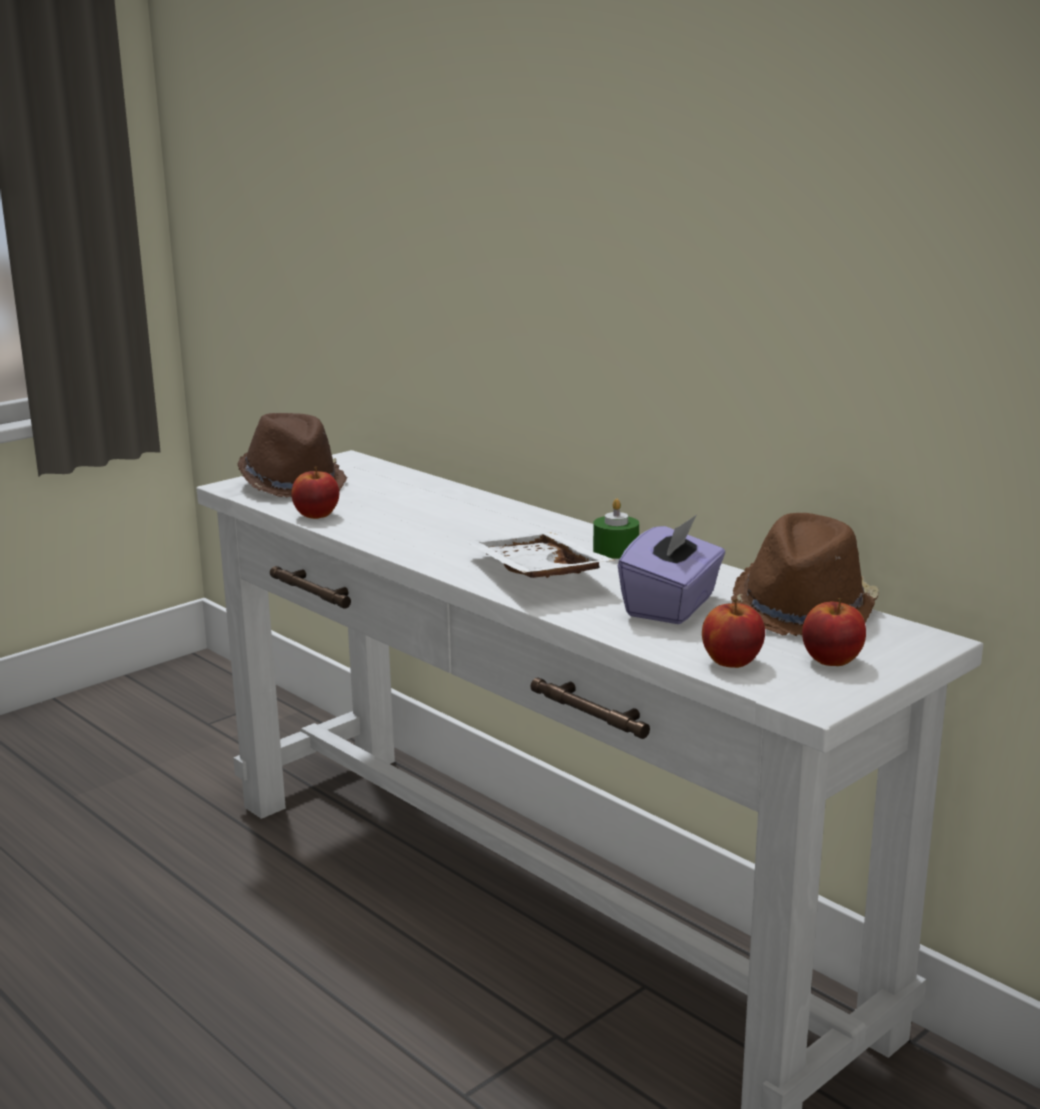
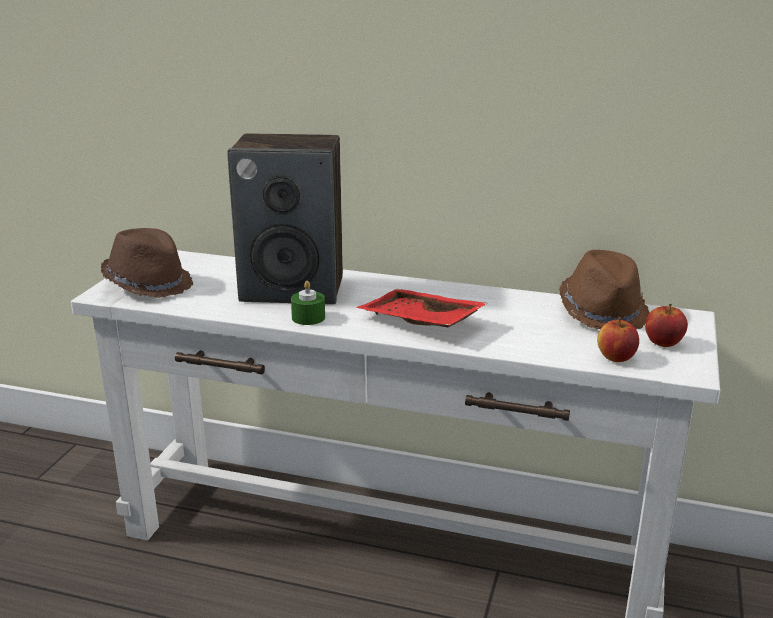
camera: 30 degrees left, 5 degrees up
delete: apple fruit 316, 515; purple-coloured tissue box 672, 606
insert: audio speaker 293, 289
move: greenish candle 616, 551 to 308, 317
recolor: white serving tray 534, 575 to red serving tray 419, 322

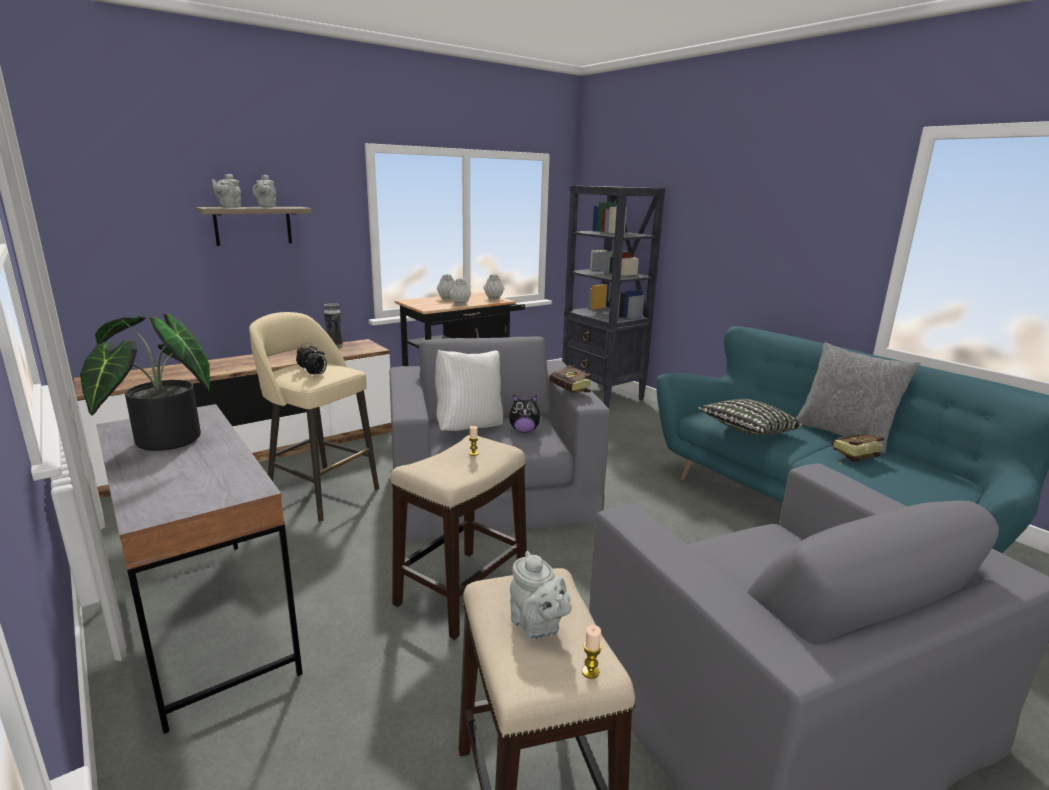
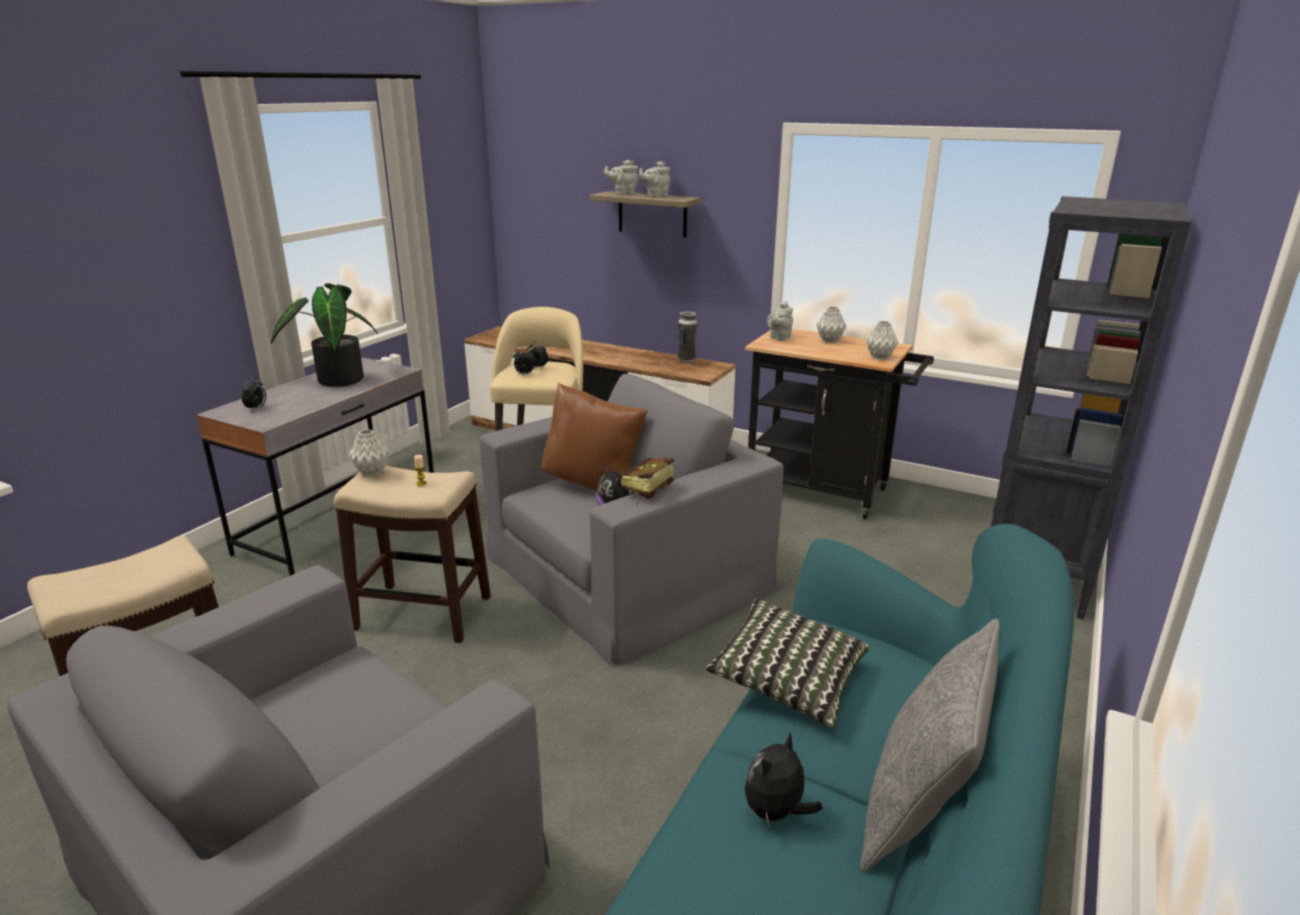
camera: 65 degrees right, 5 degrees up
delete: candle 590, 672
insert: bedside clock 256, 408
move: gray decorative vase 460, 304 to 371, 472; gray pot for tea 537, 627 to 779, 338
replace: volume 851, 458 to plush toy 776, 812
recolor: white pillow 469, 427 to brown pillow 593, 484

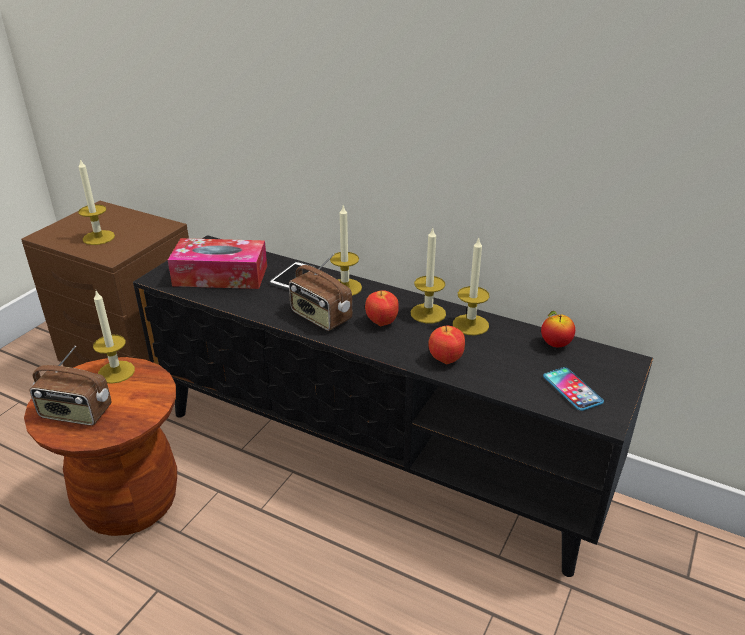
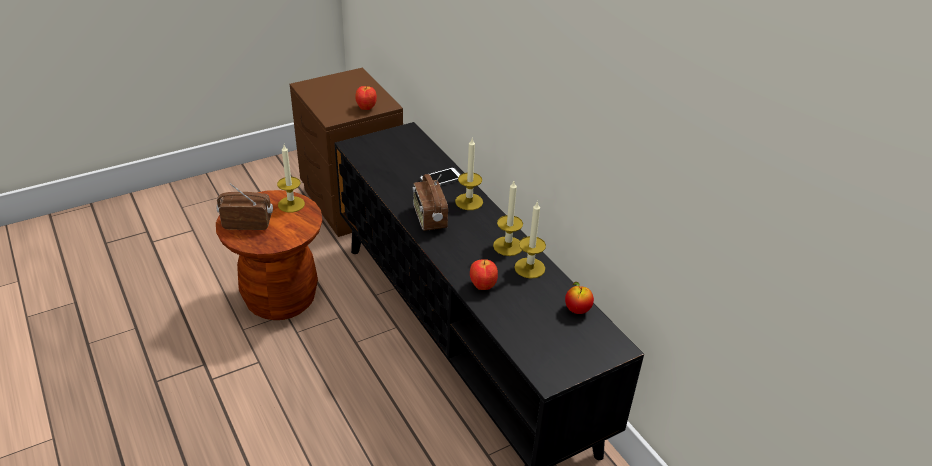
camera: 30 degrees right, 5 degrees up
delete: candle 98, 237; tissue box 220, 276; phone 572, 389
move: apple fruit 381, 323 to 366, 108
rotate: radio set 75, 414 = 248, 223 135 degrees clockwise

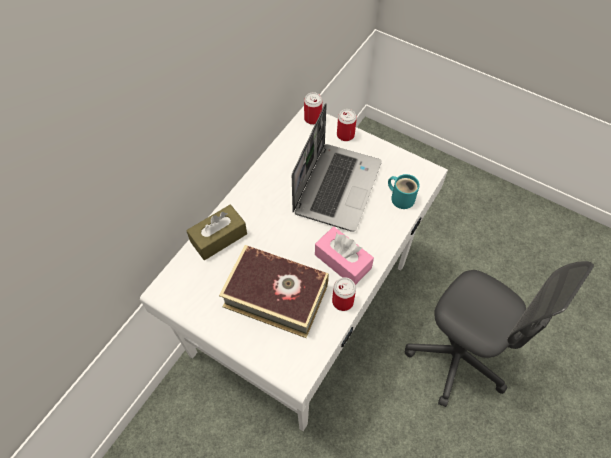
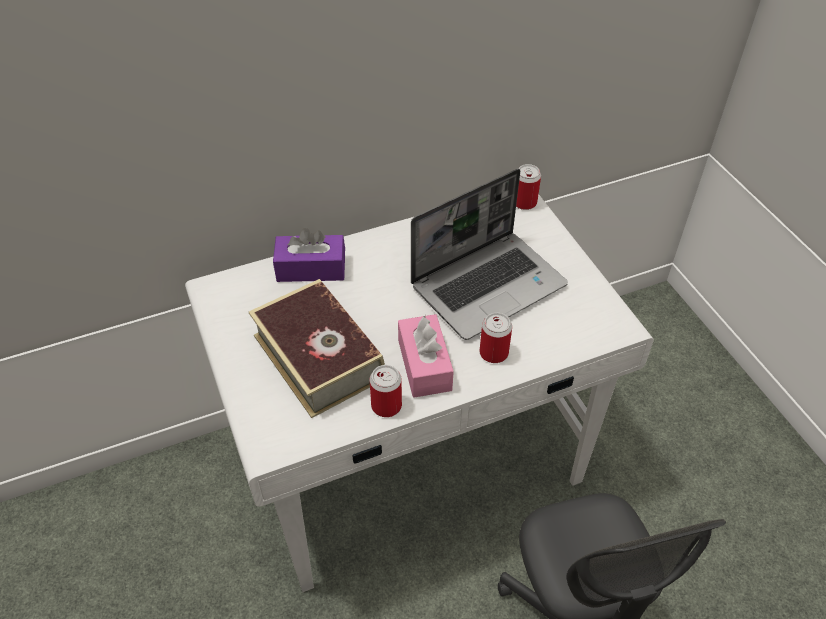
camera: 35 degrees right, 10 degrees down
delete: turquoise-coloured coffee mug 401, 197
move: sealed can 345, 135 to 493, 353
recolor: brown tissue box 218, 238 to purple-coloured tissue box 311, 268

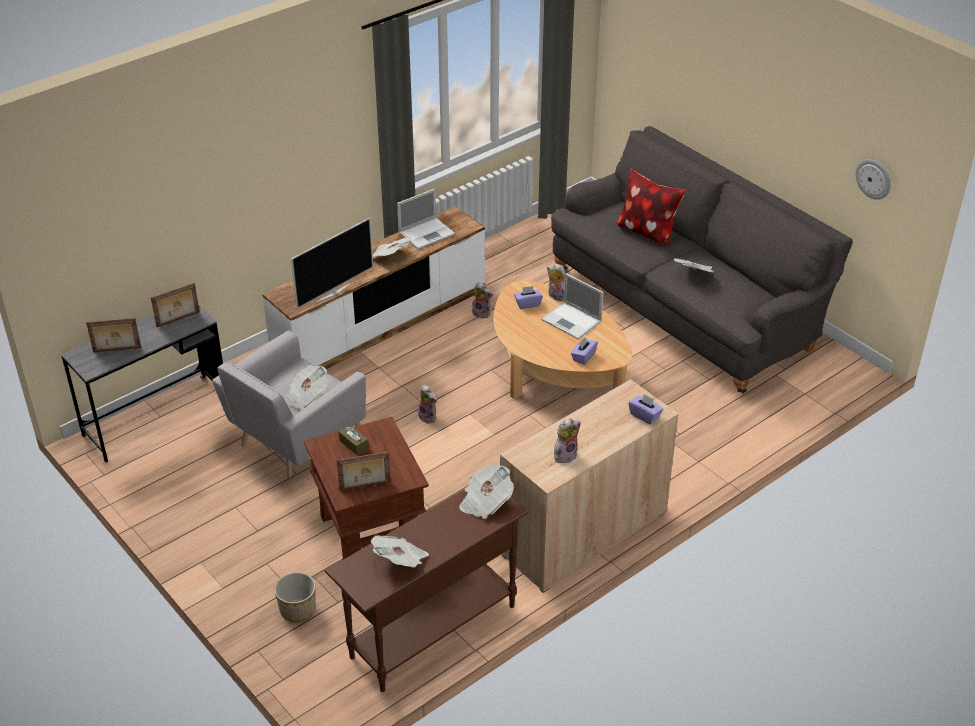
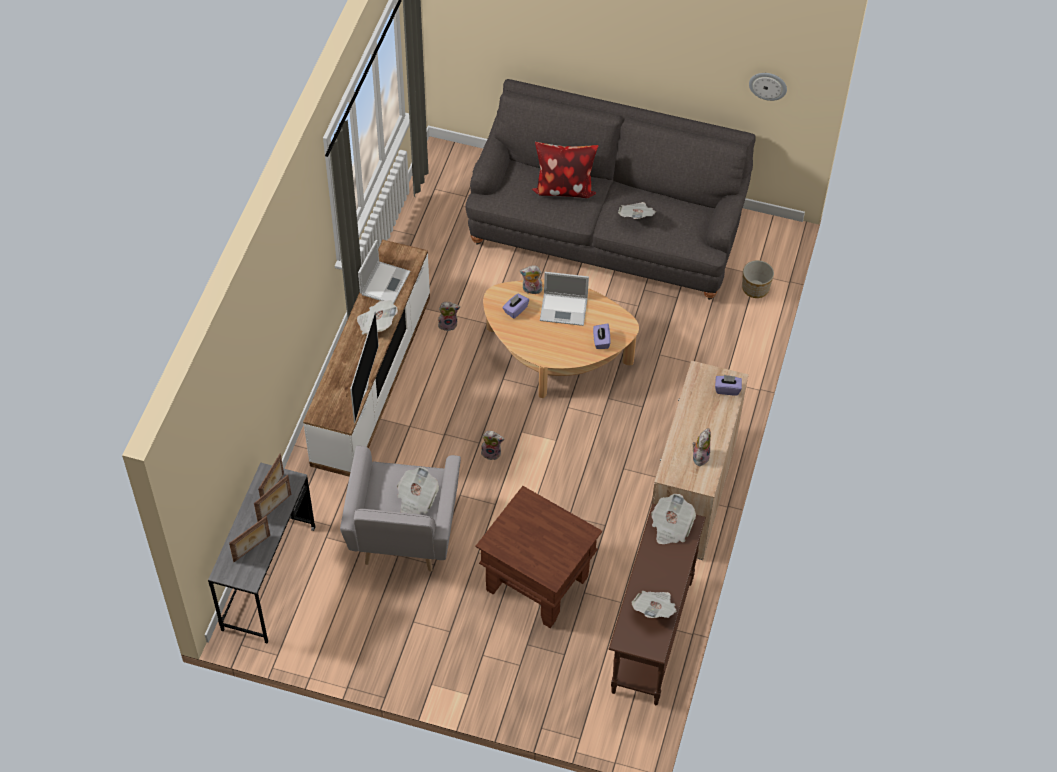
camera: 35 degrees left, 15 degrees up
delete: brown tissue box 354, 444
move: standing frame 365, 486 to 275, 508; plant pot 298, 610 to 755, 288

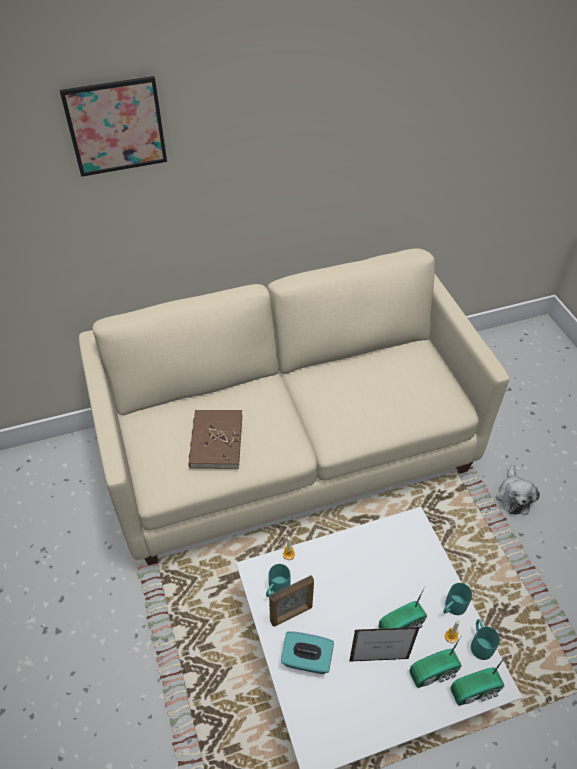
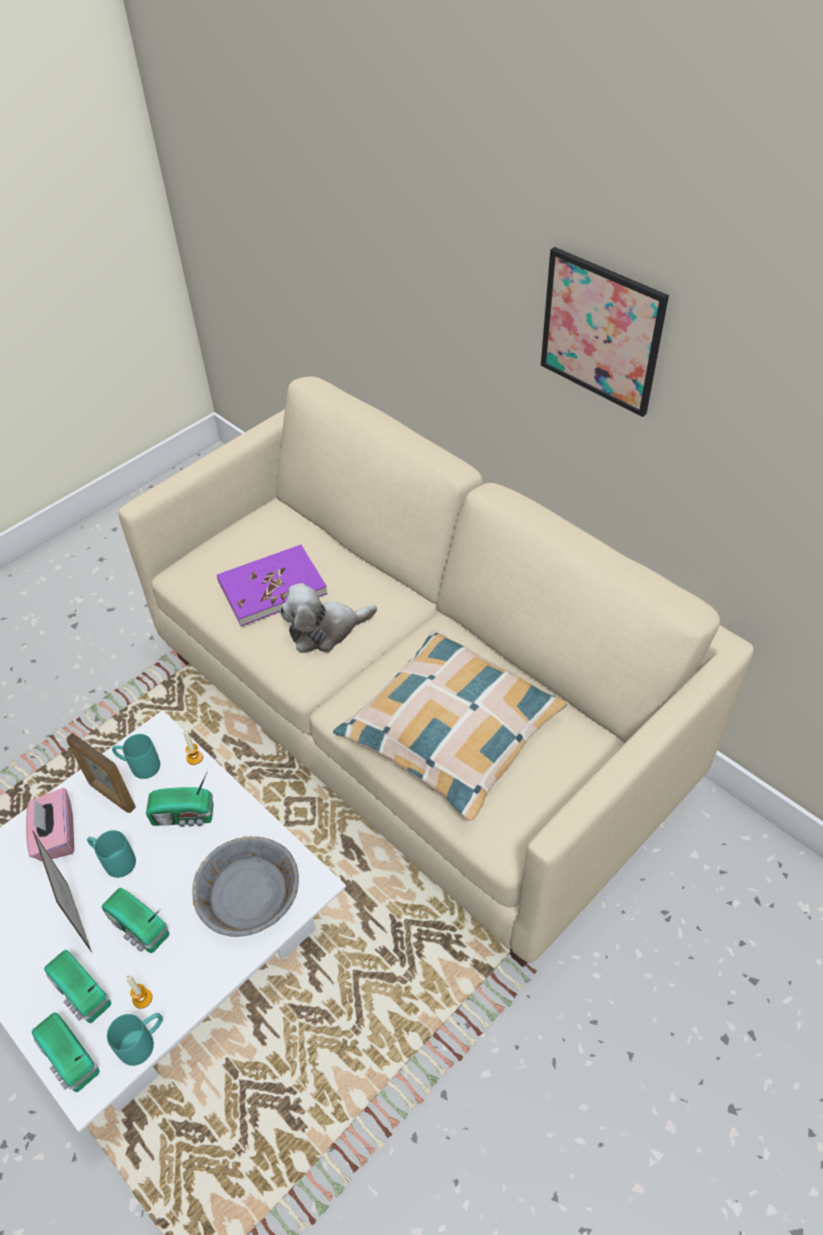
camera: 65 degrees right, 0 degrees up
insert: radio set 185, 816; gray deep dish 249, 895; pillow 451, 731
move: turquoise-coloured coffee mug 452, 608 to 114, 861; plush toy 513, 496 to 325, 630; wall picture 116, 126 to 601, 332
recolor: turquoise-coloured tissue box 306, 660 to pink tissue box 56, 836; brown volume 216, 441 to purple-coloured volume 272, 588

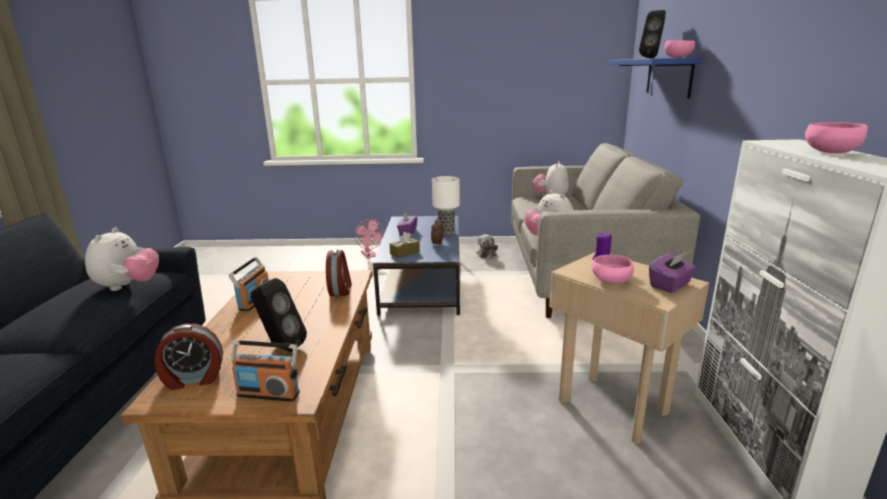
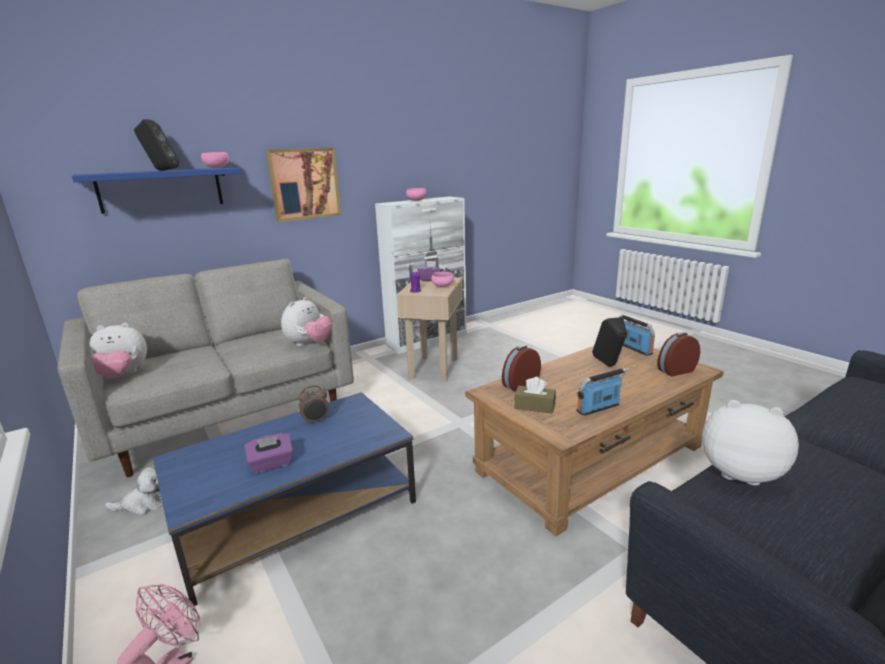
camera: 125 degrees left, 0 degrees up
delete: lamp for a table 446, 232
insert: wall picture 304, 184
move: brown tissue box 405, 253 to 534, 406
rotate: bedside clock 193, 379 = 675, 370 60 degrees counterclockwise; plush toy 128, 286 = 739, 472 60 degrees clockwise

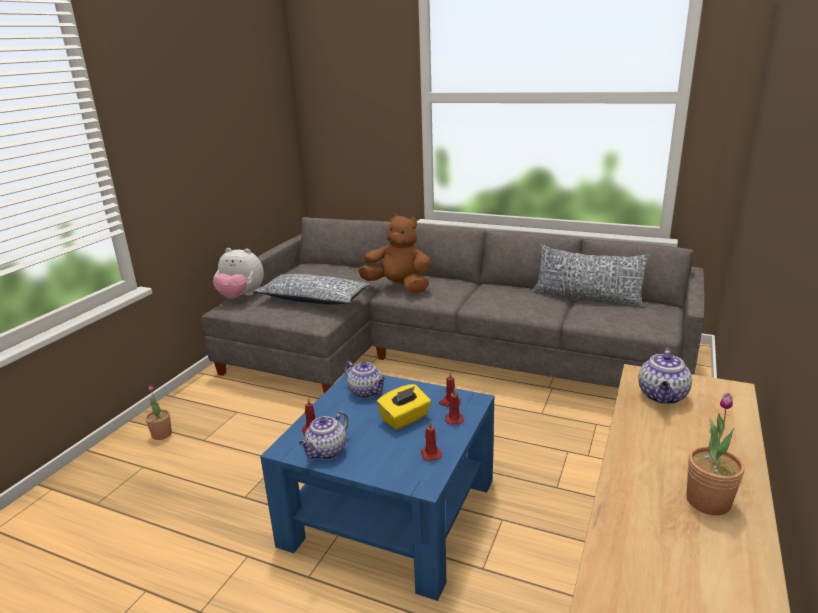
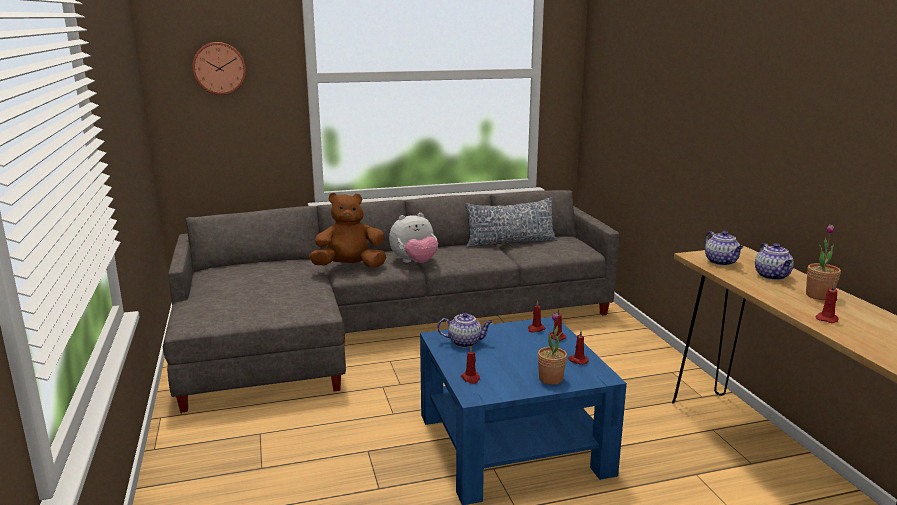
camera: 40 degrees left, 5 degrees down
delete: pillow 313, 299; yellow-coloured tissue box 405, 419
insert: wall clock 219, 68; red candle 827, 319
move: plush toy 241, 297 to 414, 263; potted plant 162, 434 to 551, 379; pot for tea 326, 452 to 772, 276

